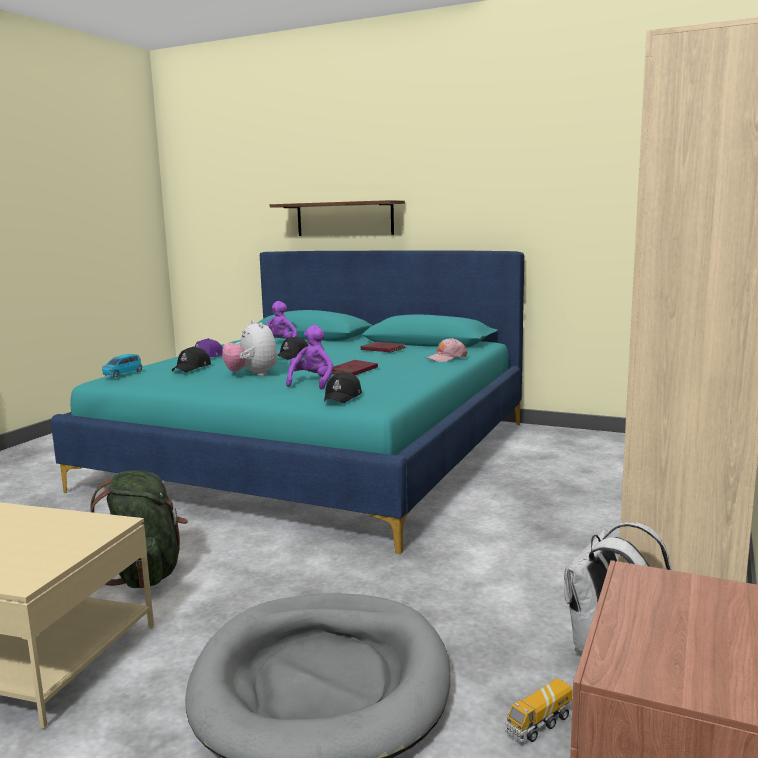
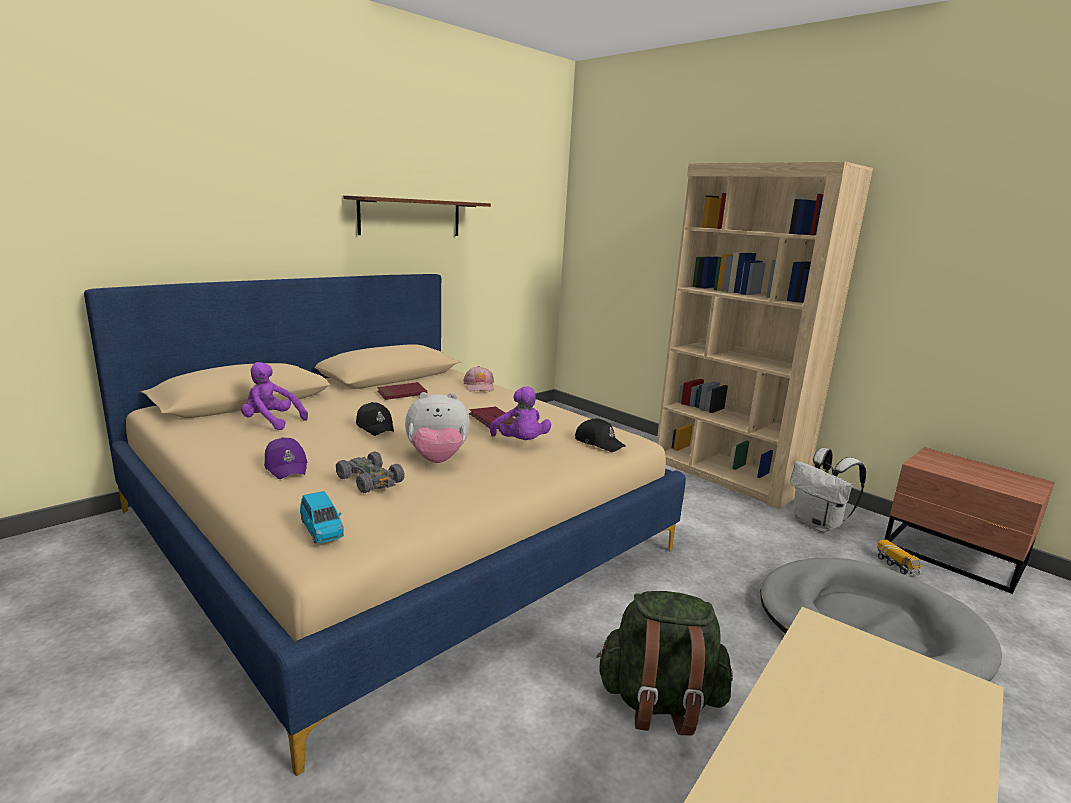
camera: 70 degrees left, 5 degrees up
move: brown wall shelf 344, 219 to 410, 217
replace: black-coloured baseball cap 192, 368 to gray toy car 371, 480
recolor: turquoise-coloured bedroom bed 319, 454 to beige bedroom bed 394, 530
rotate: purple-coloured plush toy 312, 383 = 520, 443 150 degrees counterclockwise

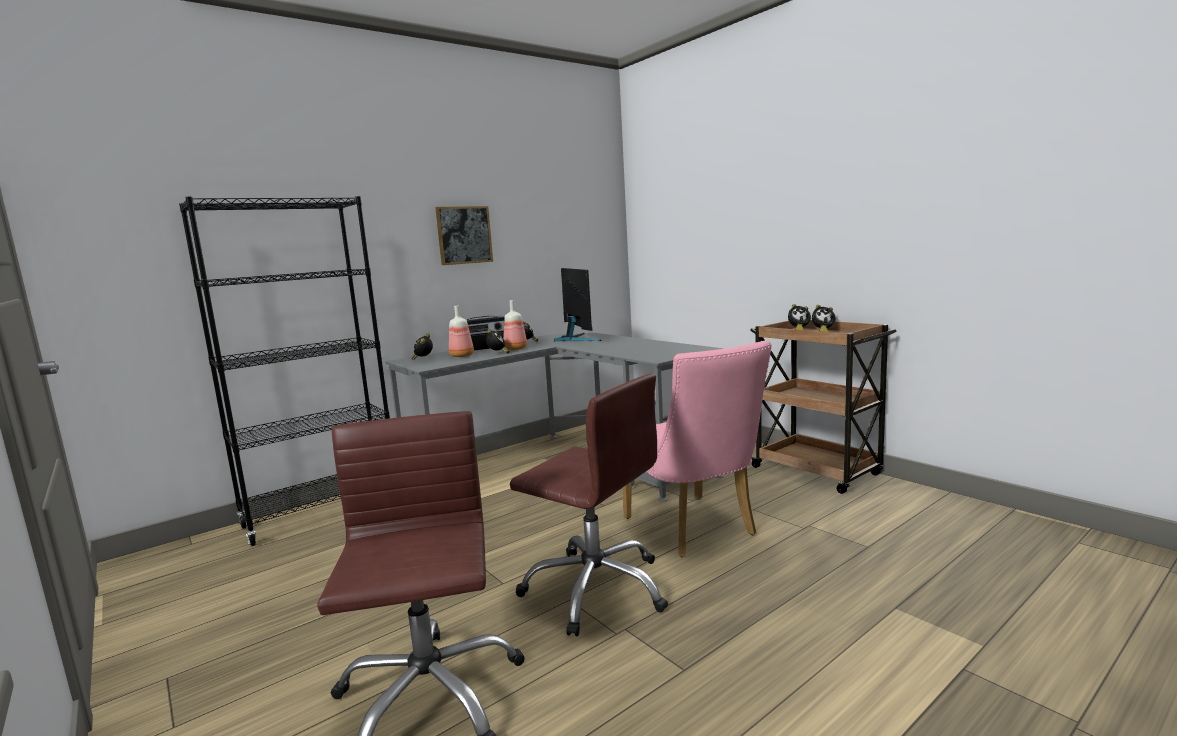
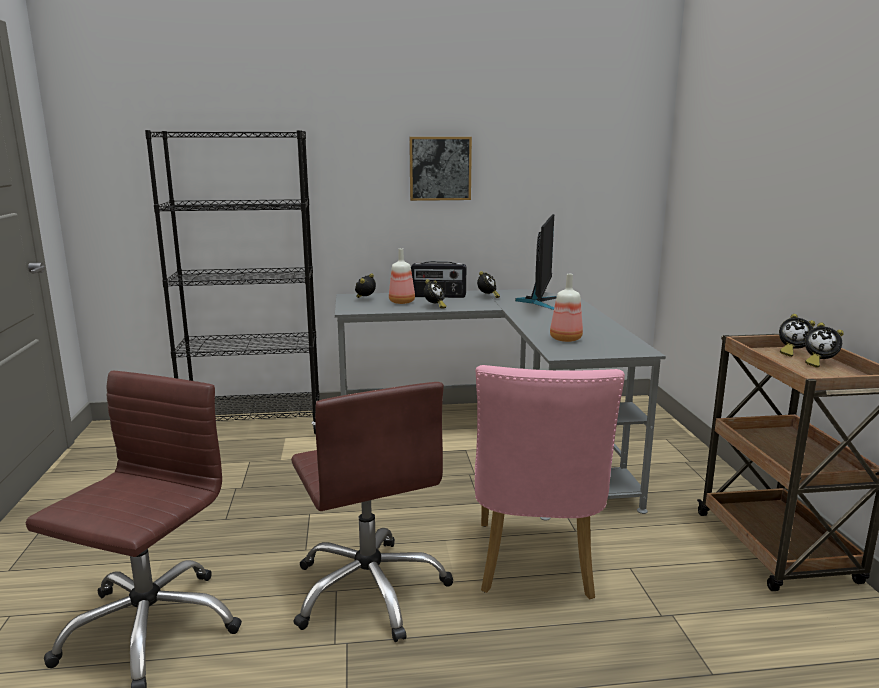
camera: 30 degrees right, 5 degrees up
move: drink bottle 515, 349 to 565, 339

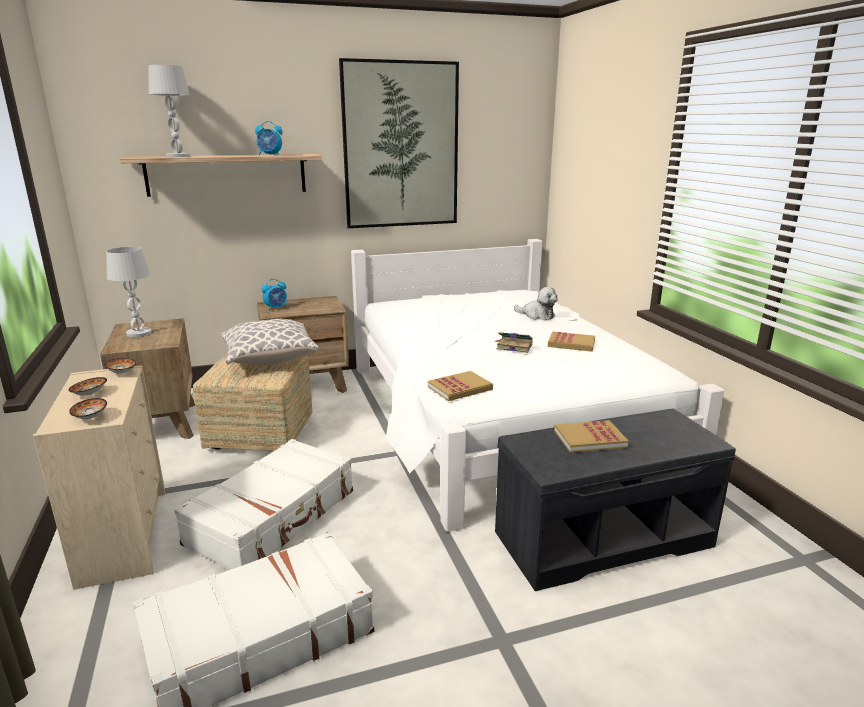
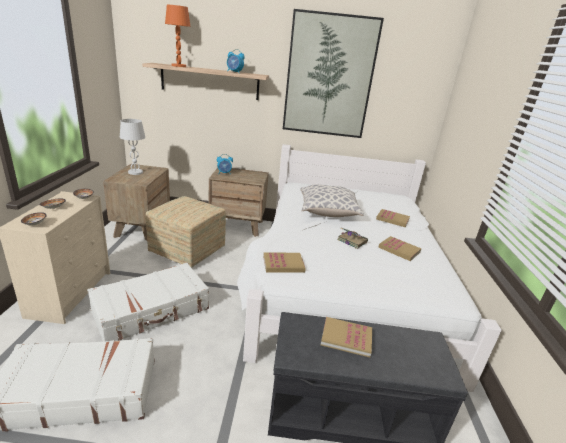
camera: 20 degrees right, 5 degrees up
move: pillow 269, 359 to 328, 212
replace: plush toy 537, 315 to volume 392, 219
recolor: white lamp for a table 178, 156 to orange-coloured lamp for a table 179, 66

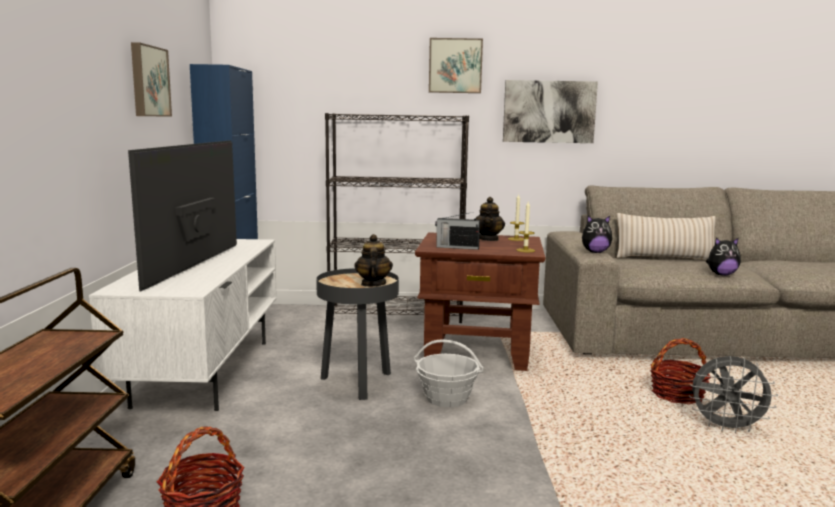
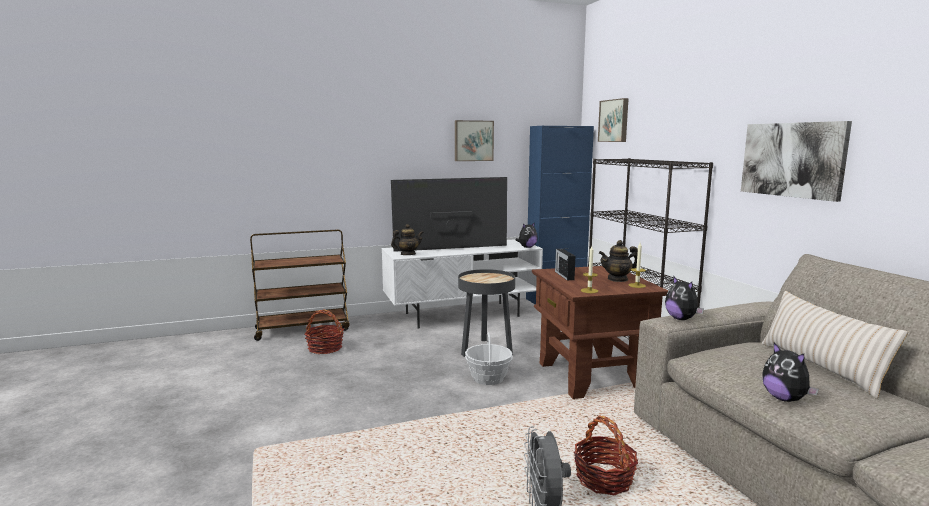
camera: 70 degrees right, 0 degrees up
insert: plush toy 527, 247
move: pot for tea 373, 284 to 407, 254; wall picture 455, 66 to 614, 120

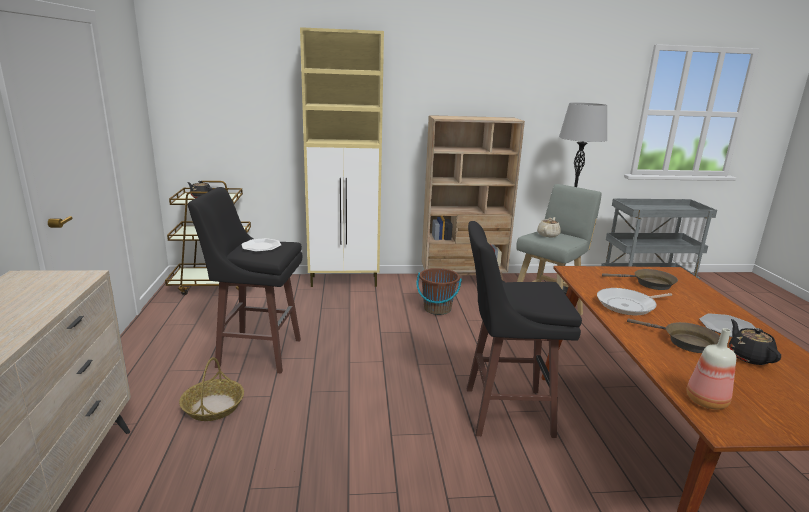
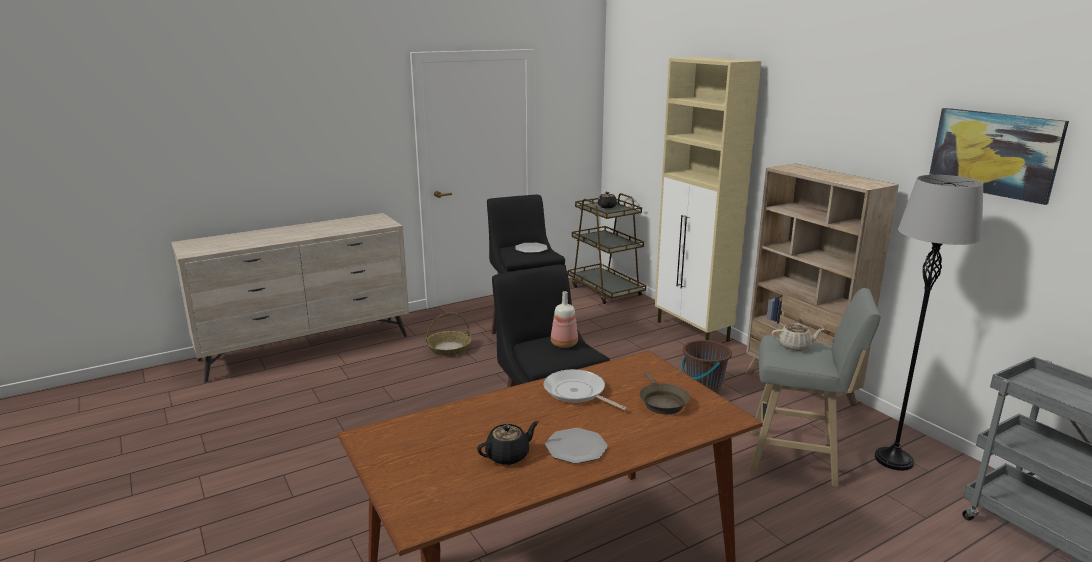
camera: 65 degrees right, 0 degrees up
delete: brown skillet 685, 342
insert: wall picture 994, 153
move: drink bottle 706, 402 to 563, 344

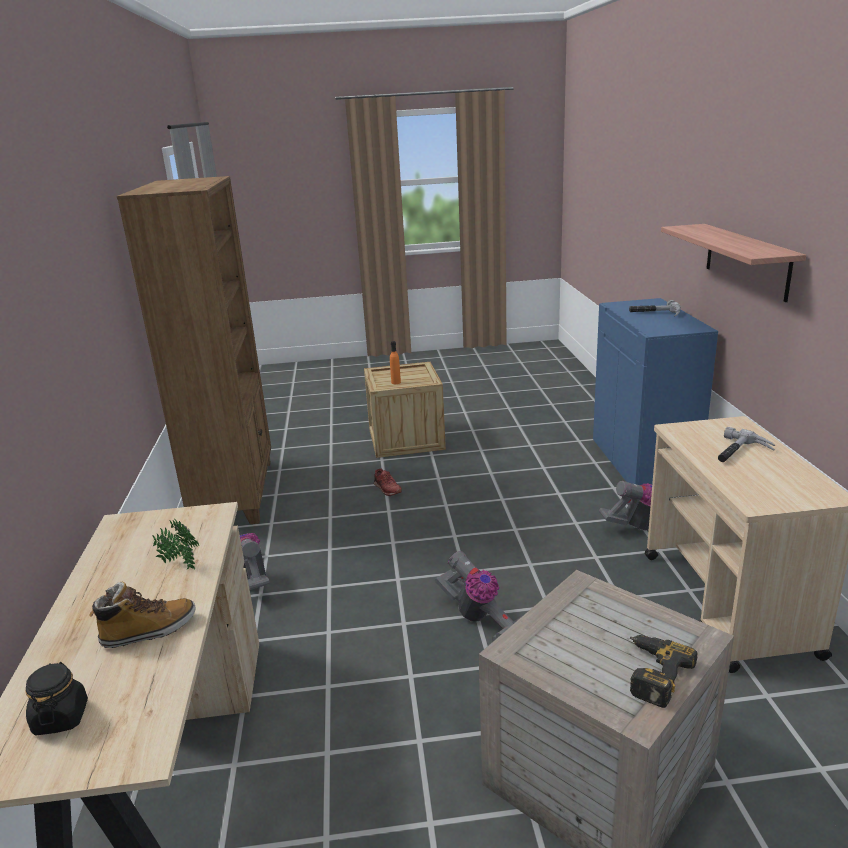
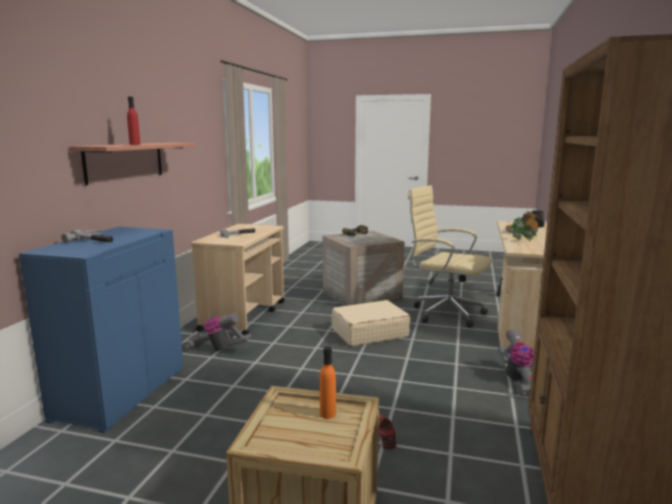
camera: 160 degrees left, 10 degrees down
insert: red drink bottle 135, 144; beige computer chair 445, 313
replace: hoover 480, 619 to beige piece of luggage 369, 333

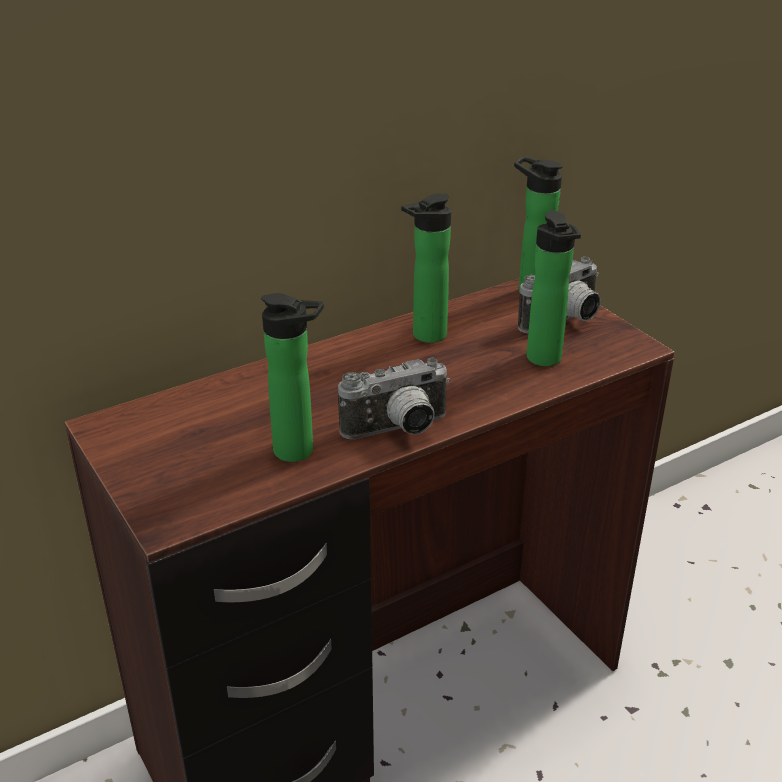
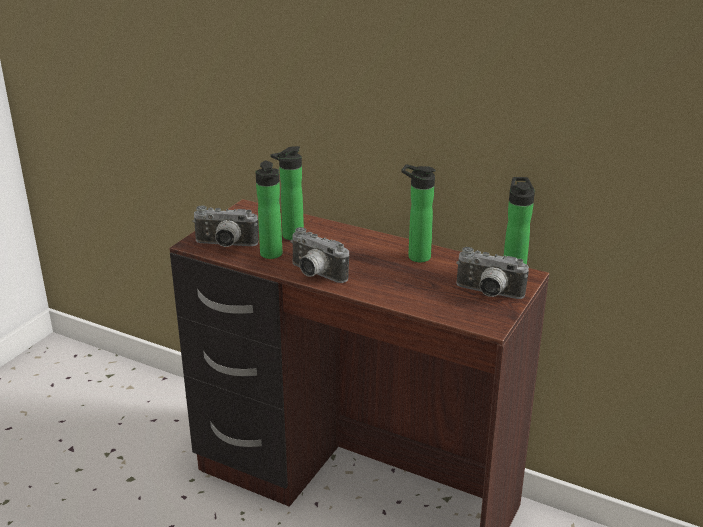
camera: 60 degrees right, 5 degrees down
insert: photo camera 225, 246
move: drink bottle 546, 360 to 290, 237

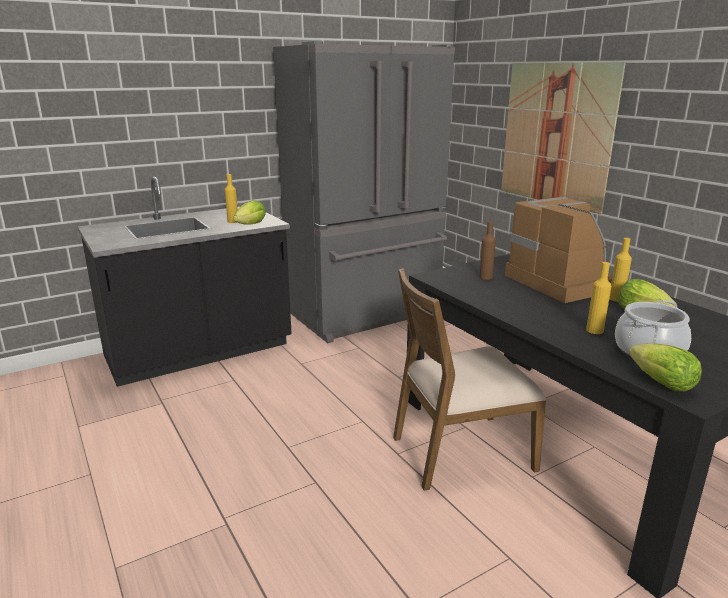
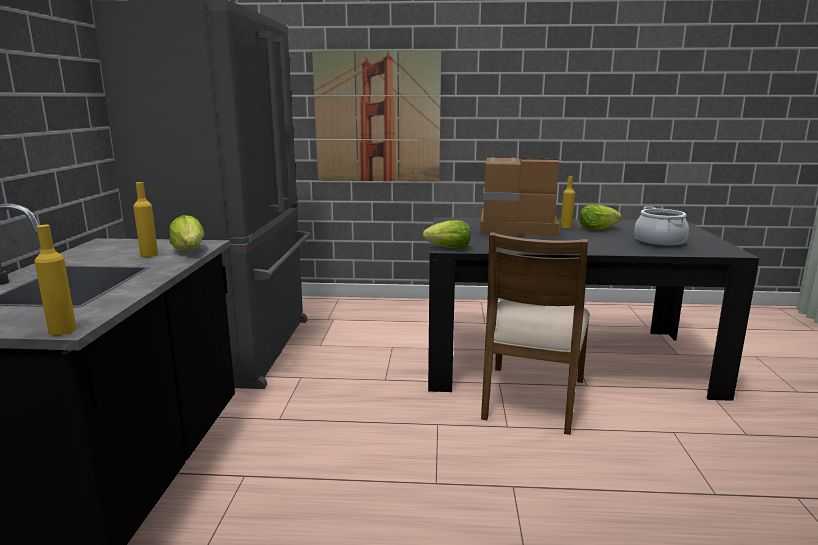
camera: 55 degrees left, 5 degrees down
delete: brown drink bottle 485, 277
move: yellow-coloured drink bottle 594, 330 to 62, 330; lettuce head 662, 383 to 449, 248

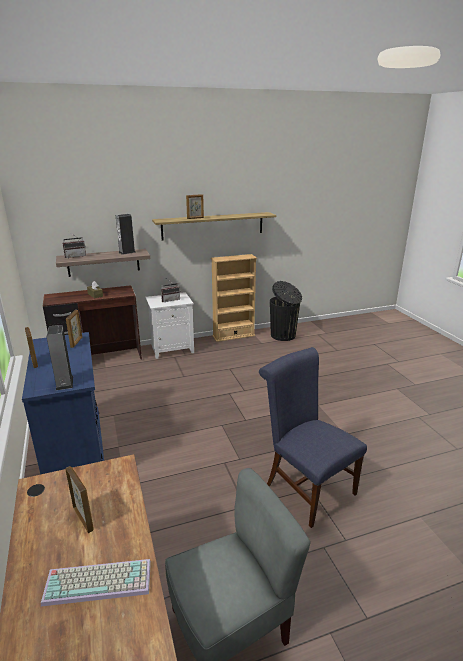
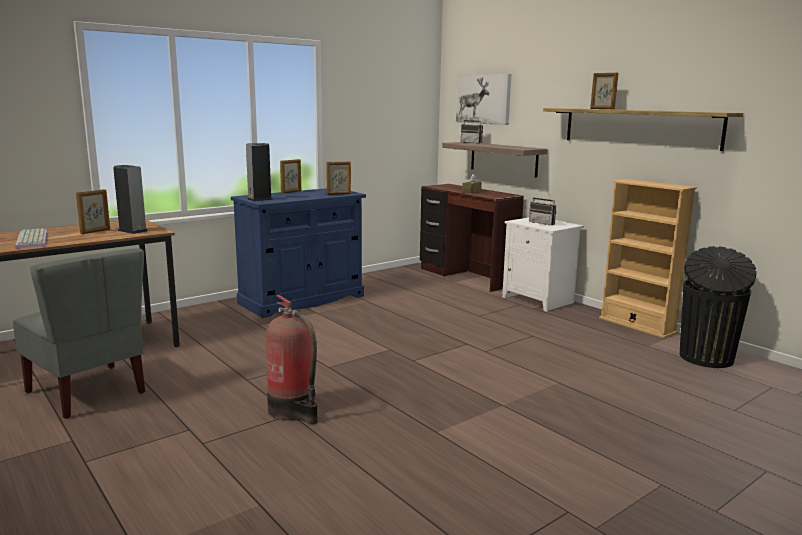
camera: 70 degrees right, 10 degrees down
insert: wall picture 483, 99
move: audio speaker 127, 252 to 133, 231
replace: bluish upright chair 305, 487 to fire extinguisher 293, 410

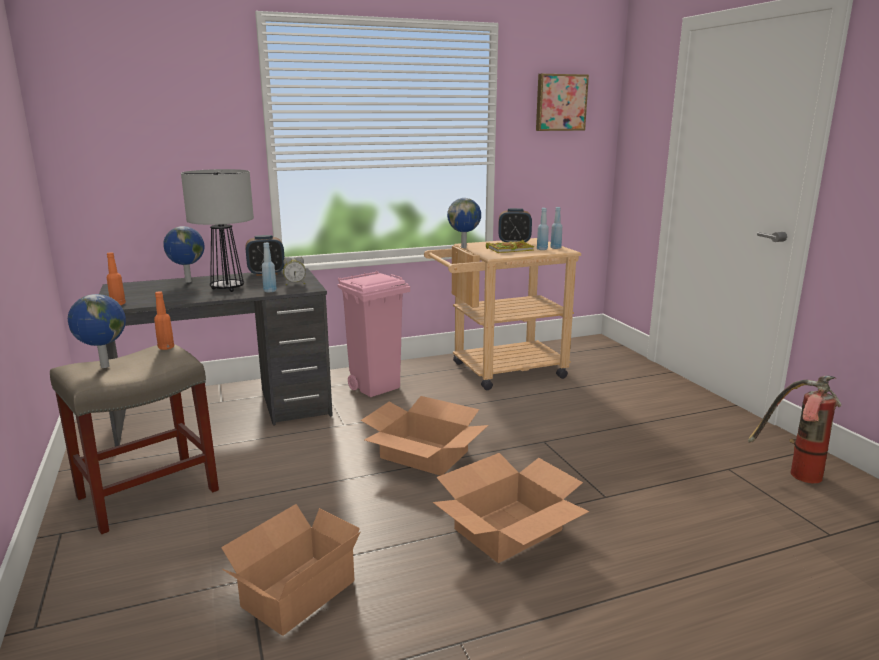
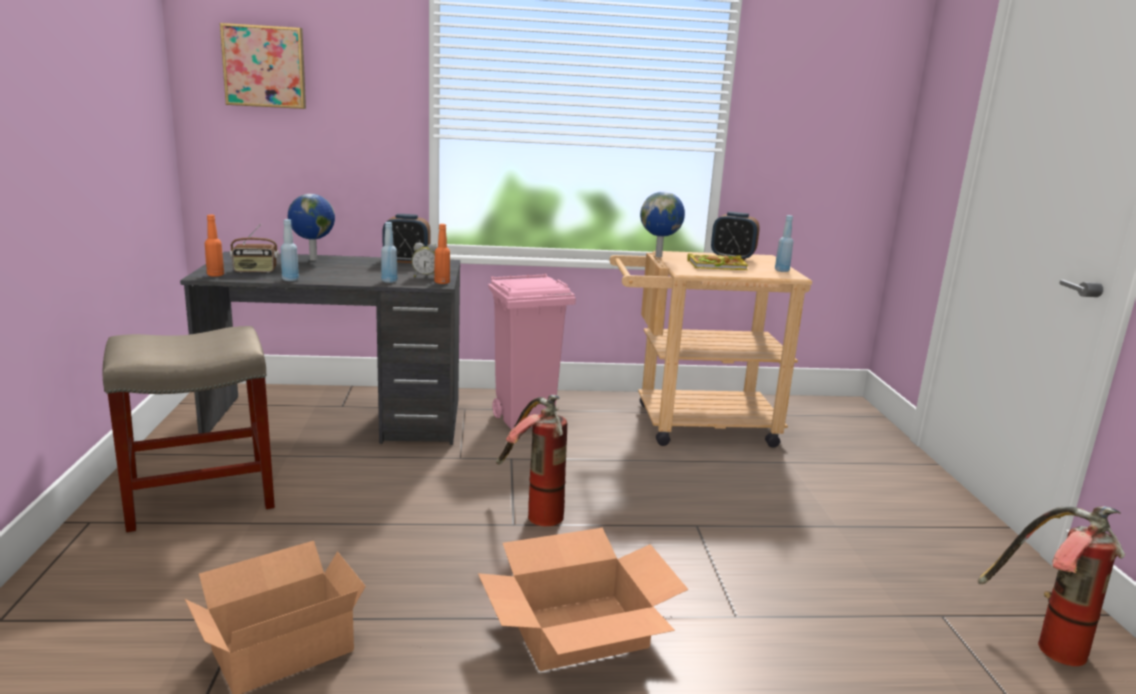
camera: 15 degrees right, 0 degrees up
delete: world globe 104, 366; lamp for a table 228, 289
insert: radio set 255, 271
move: wall picture 560, 102 to 265, 66; bluish drink bottle 542, 249 to 290, 279; orange-coloured drink bottle 166, 347 to 442, 282
replace: cardboard box 424, 455 to fire extinguisher 532, 513

